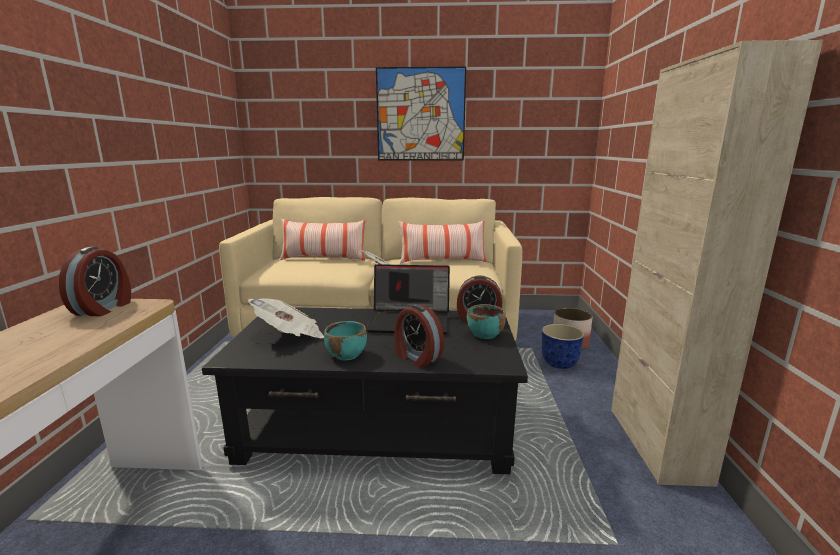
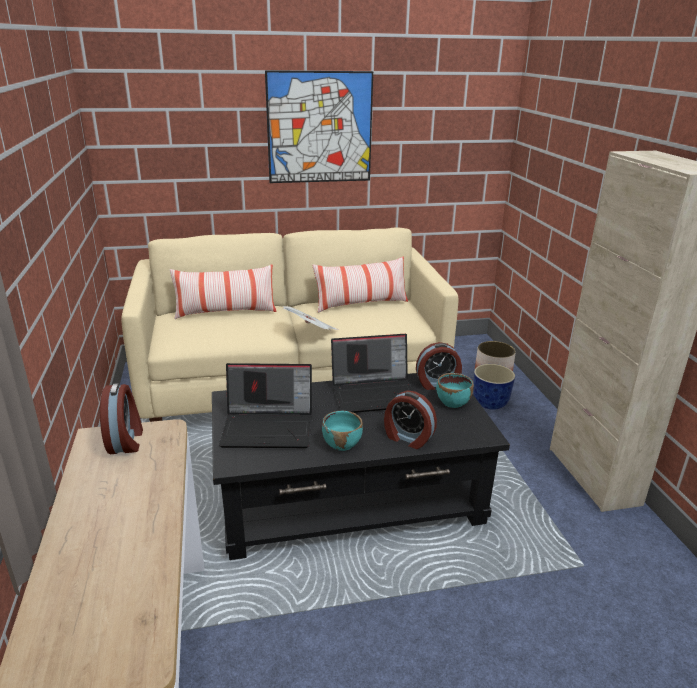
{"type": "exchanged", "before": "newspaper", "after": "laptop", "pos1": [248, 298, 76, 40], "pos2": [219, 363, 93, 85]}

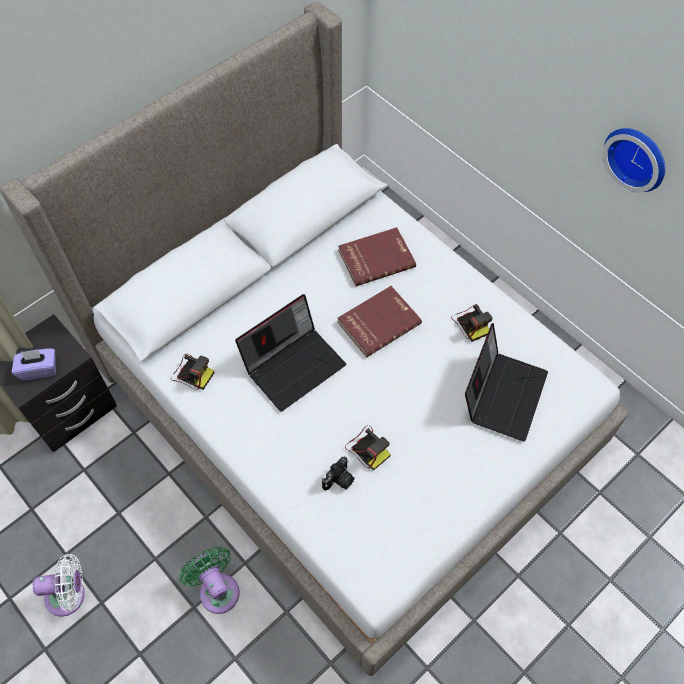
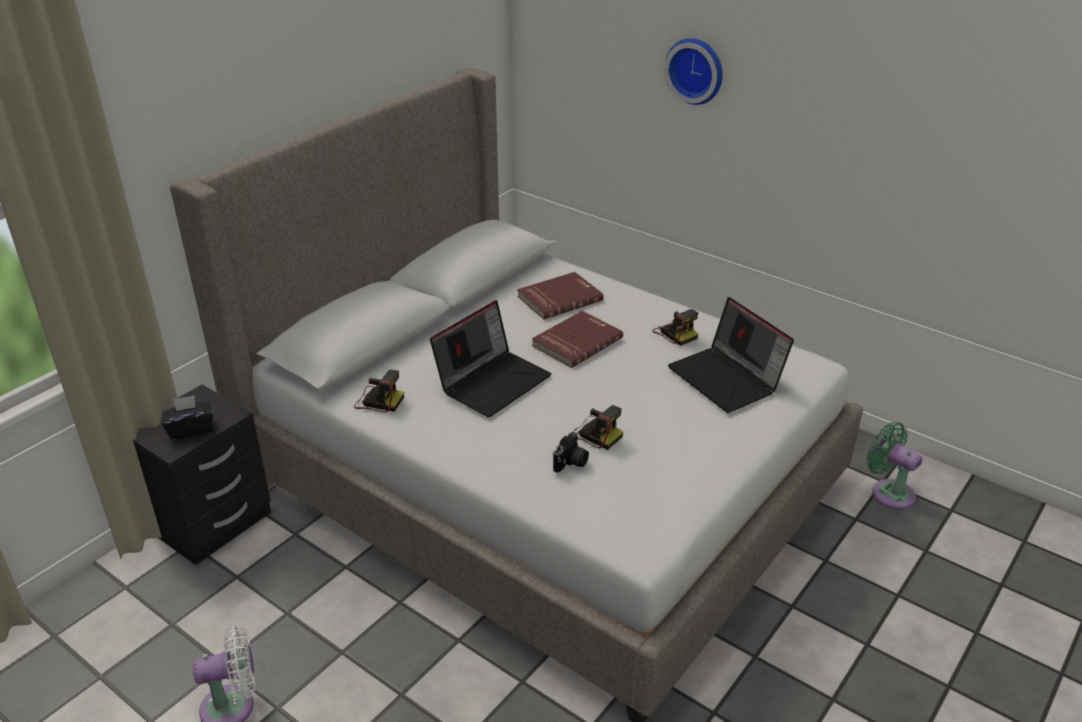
{"type": "colour", "before": "purple tissue box", "after": "black tissue box", "pos1": [12, 349, 44, 32], "pos2": [162, 395, 51, 45]}
{"type": "relocated", "before": "wall clock", "pos1": [603, 128, 62, 64], "pos2": [664, 38, 59, 67]}
{"type": "spun", "before": "laptop", "pos1": [465, 323, 83, 119], "pos2": [668, 297, 126, 116], "turn": 135}
{"type": "relocated", "before": "green fan", "pos1": [179, 546, 61, 68], "pos2": [866, 422, 56, 87]}

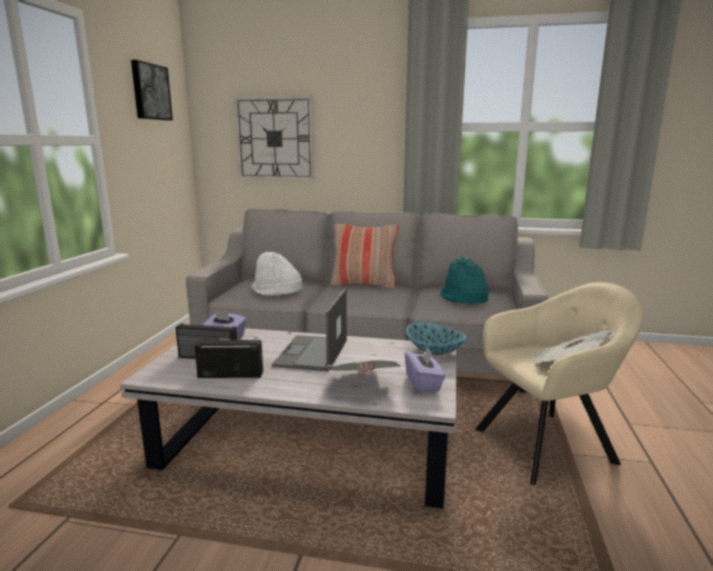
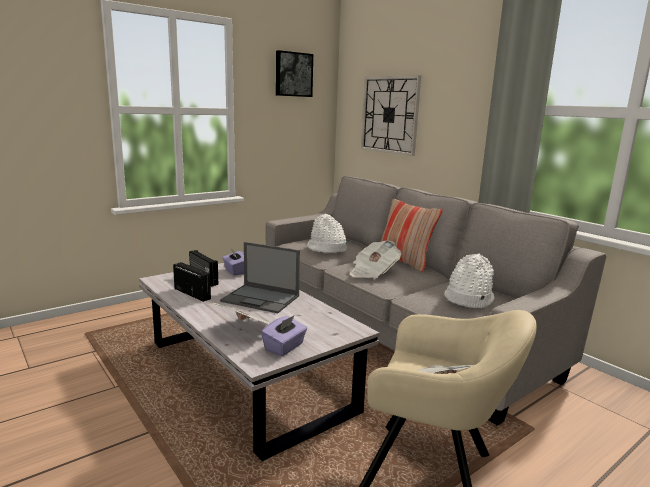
{"type": "spun", "before": "laptop", "pos1": [272, 289, 75, 83], "pos2": [220, 242, 80, 71], "turn": -120}
{"type": "appeared", "after": "newspaper", "pos2": [350, 240, 51, 39]}
{"type": "colour", "before": "turquoise hat", "after": "white hat", "pos1": [441, 256, 48, 48], "pos2": [444, 254, 50, 54]}
{"type": "missing", "before": "bowl", "pos1": [406, 322, 61, 33]}

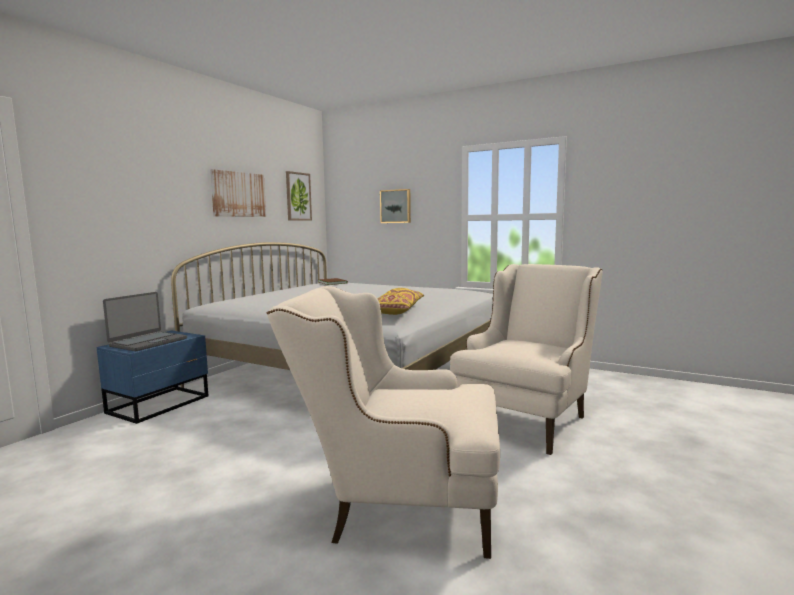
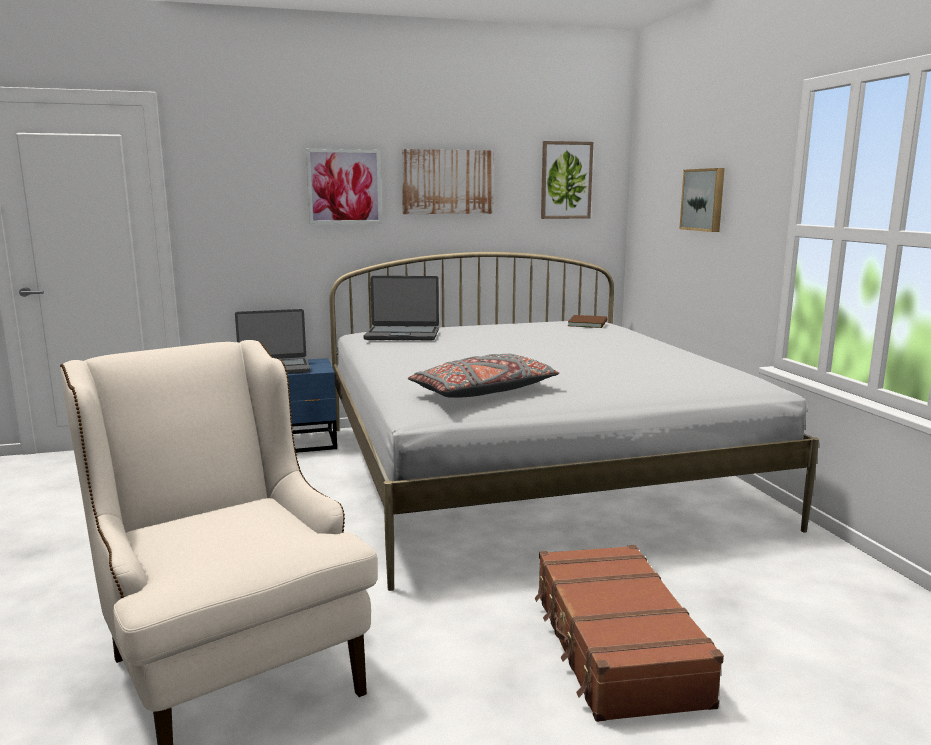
{"type": "appeared", "after": "picture", "pos2": [306, 149, 76, 75]}
{"type": "appeared", "after": "laptop", "pos2": [364, 276, 75, 64]}
{"type": "colour", "before": "yellow pillow", "after": "grey pillow", "pos1": [378, 288, 46, 27], "pos2": [408, 354, 151, 44]}
{"type": "exchanged", "before": "beige armchair", "after": "brown suitcase", "pos1": [450, 264, 153, 191], "pos2": [534, 545, 190, 177]}

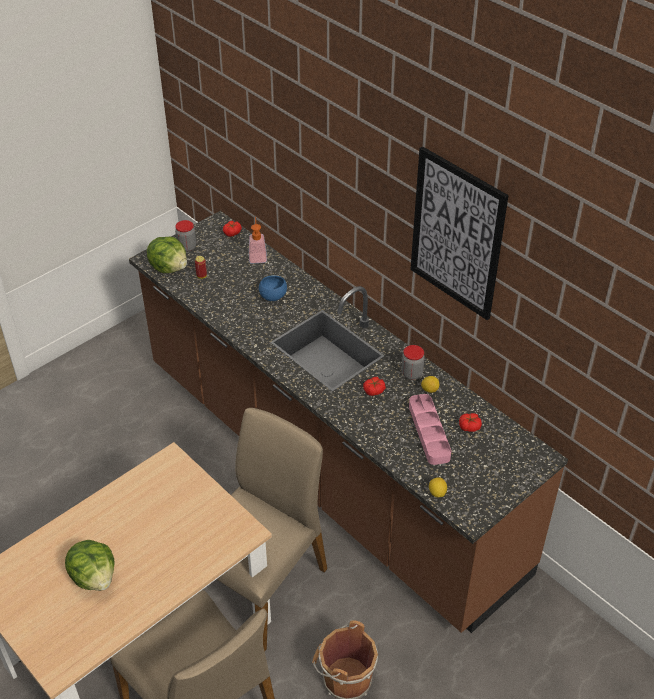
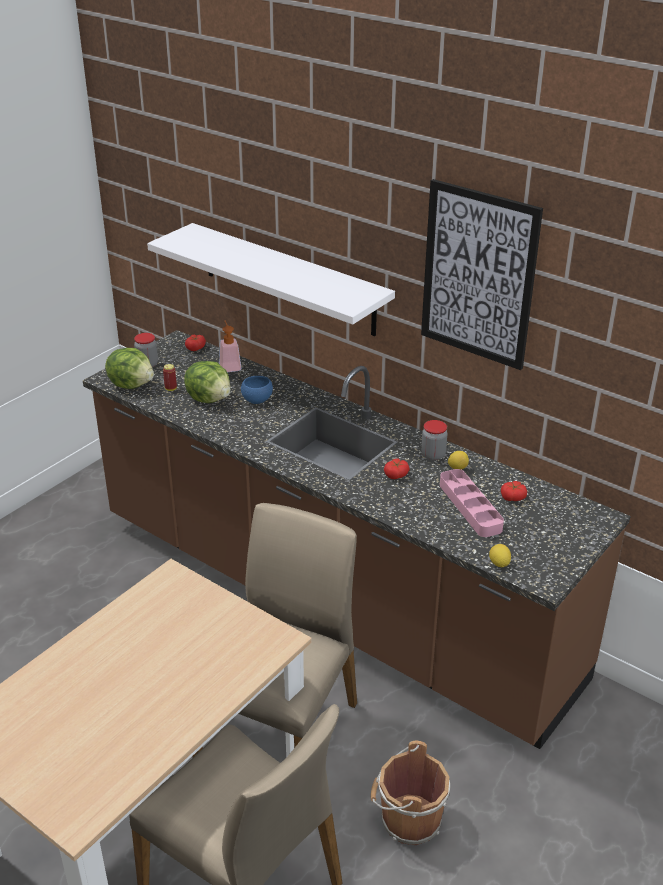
{"type": "appeared", "after": "white shelf", "pos2": [147, 223, 248, 113]}
{"type": "relocated", "before": "lettuce", "pos1": [65, 540, 50, 51], "pos2": [184, 361, 47, 42]}

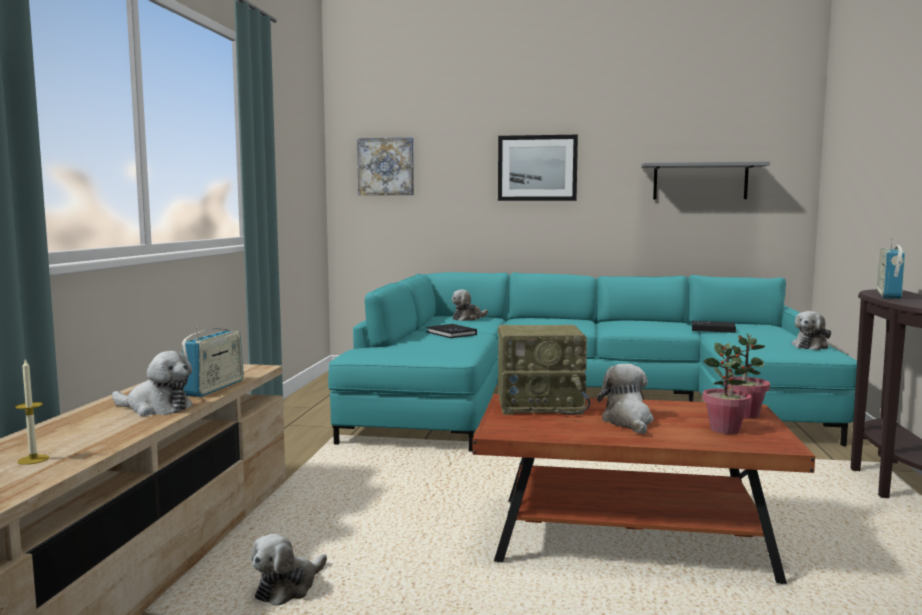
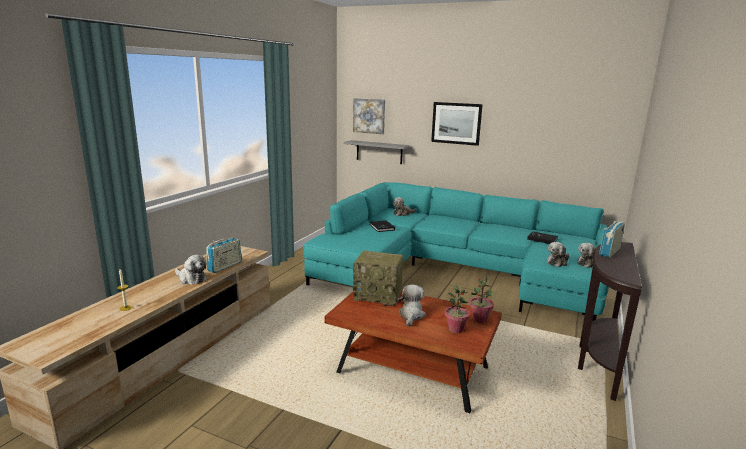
{"type": "relocated", "before": "grey shelf", "pos1": [641, 161, 129, 38], "pos2": [344, 140, 66, 24]}
{"type": "relocated", "before": "plush toy", "pos1": [251, 534, 76, 72], "pos2": [547, 242, 22, 25]}

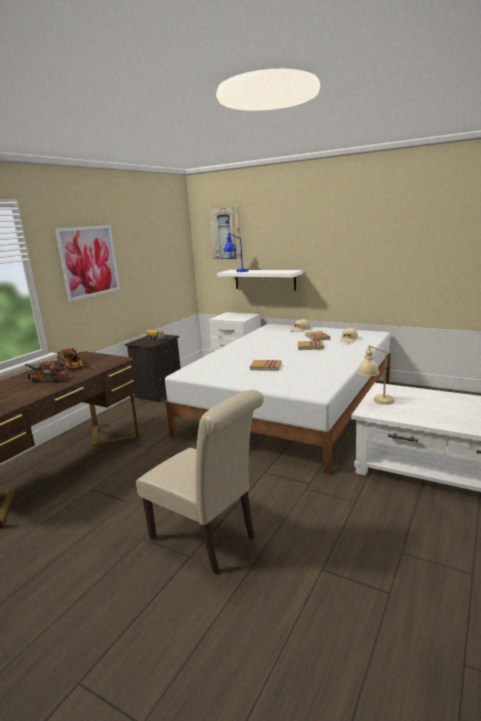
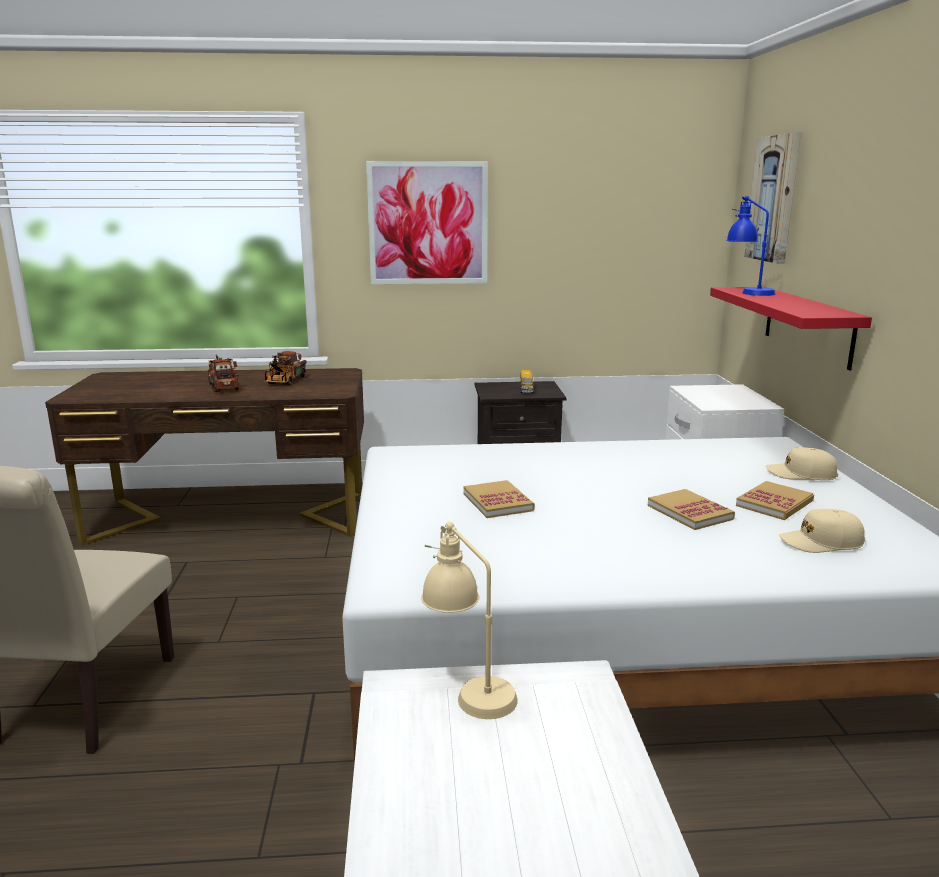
{"type": "colour", "before": "white shelf", "after": "red shelf", "pos1": [217, 270, 86, 21], "pos2": [710, 287, 162, 83]}

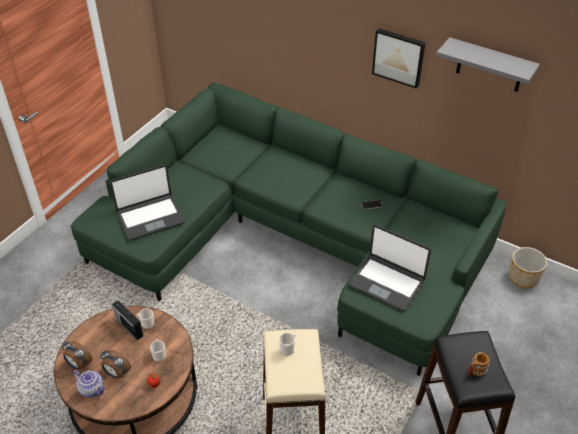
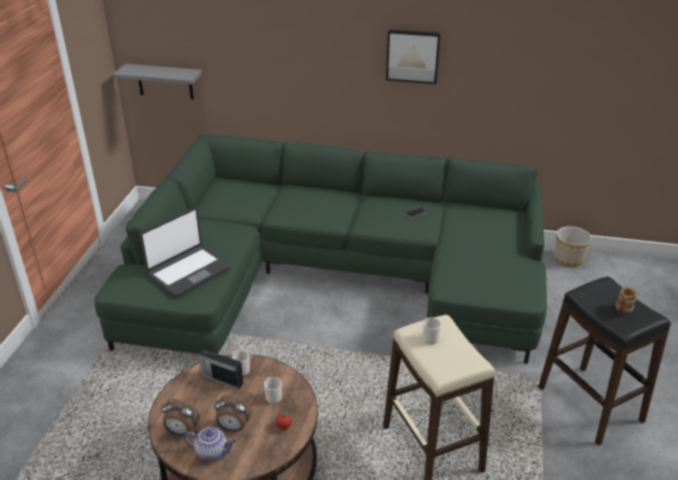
{"type": "relocated", "before": "grey shelf", "pos1": [436, 37, 104, 55], "pos2": [113, 64, 89, 35]}
{"type": "missing", "before": "laptop", "pos1": [349, 225, 82, 86]}

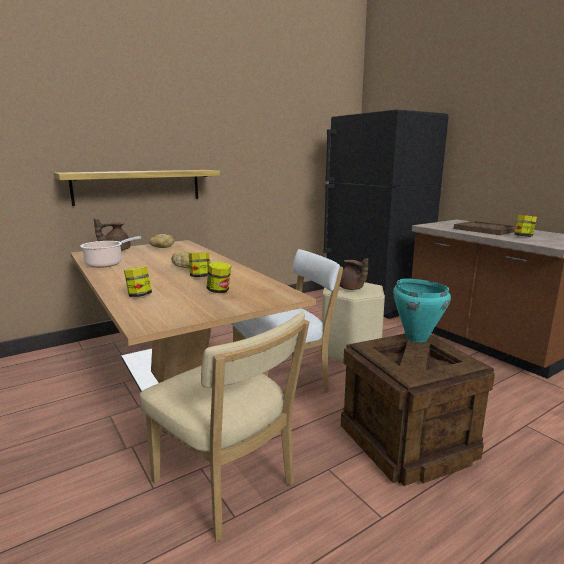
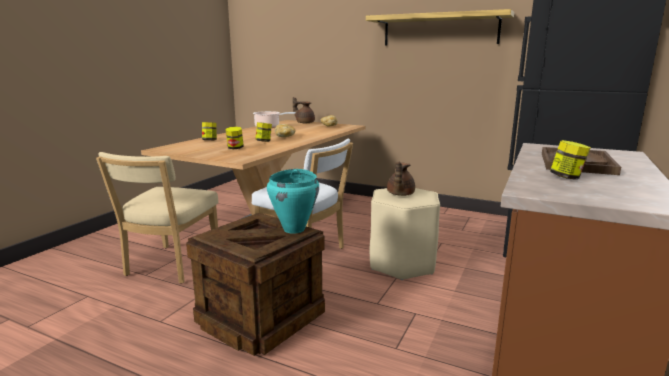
{"type": "relocated", "before": "shelf", "pos1": [54, 170, 166, 36], "pos2": [366, 9, 148, 36]}

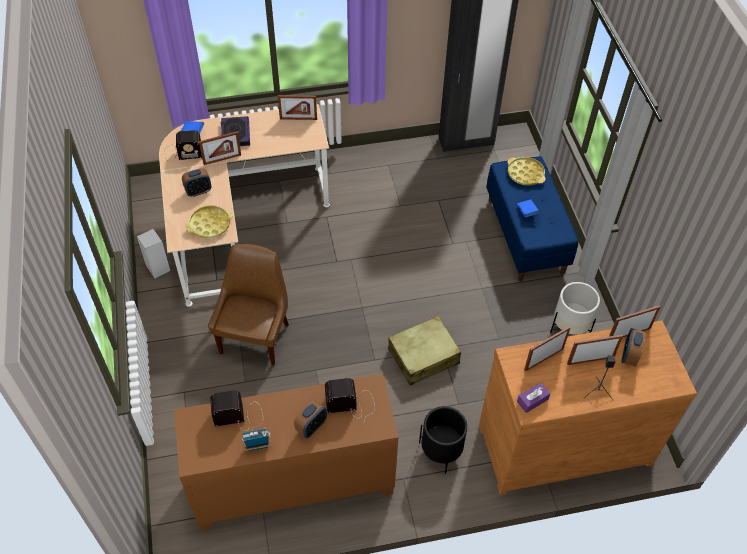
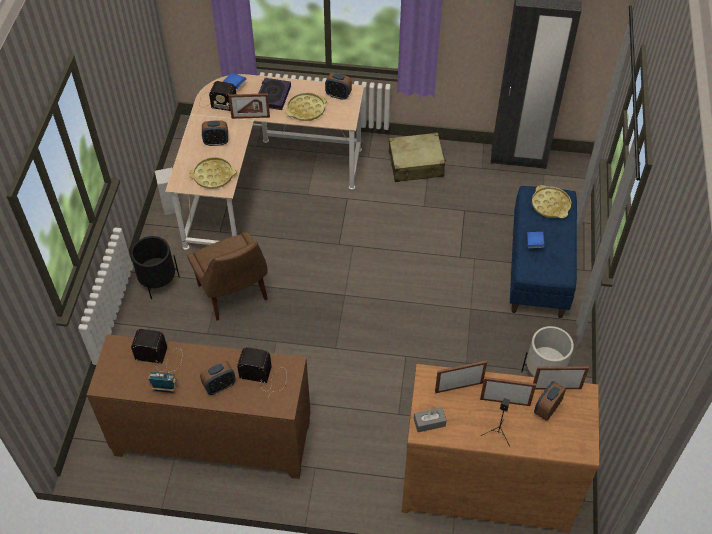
{"type": "relocated", "before": "black planter", "pos1": [419, 406, 48, 68], "pos2": [131, 236, 49, 63]}
{"type": "spun", "before": "brown chair", "pos1": [208, 244, 81, 121], "pos2": [187, 231, 81, 89], "turn": 120}
{"type": "appeared", "after": "yellow tray", "pos2": [285, 92, 42, 29]}
{"type": "exchanged", "before": "picture frame", "after": "alarm clock", "pos1": [278, 95, 39, 25], "pos2": [325, 73, 27, 27]}
{"type": "relocated", "before": "beige suitcase", "pos1": [388, 316, 73, 69], "pos2": [389, 132, 57, 50]}
{"type": "colour", "before": "purple tissue box", "after": "grey tissue box", "pos1": [517, 383, 33, 30], "pos2": [414, 407, 32, 25]}

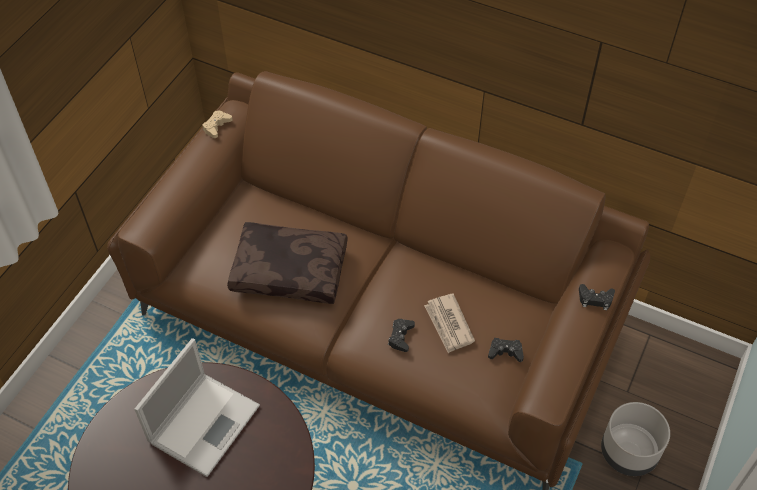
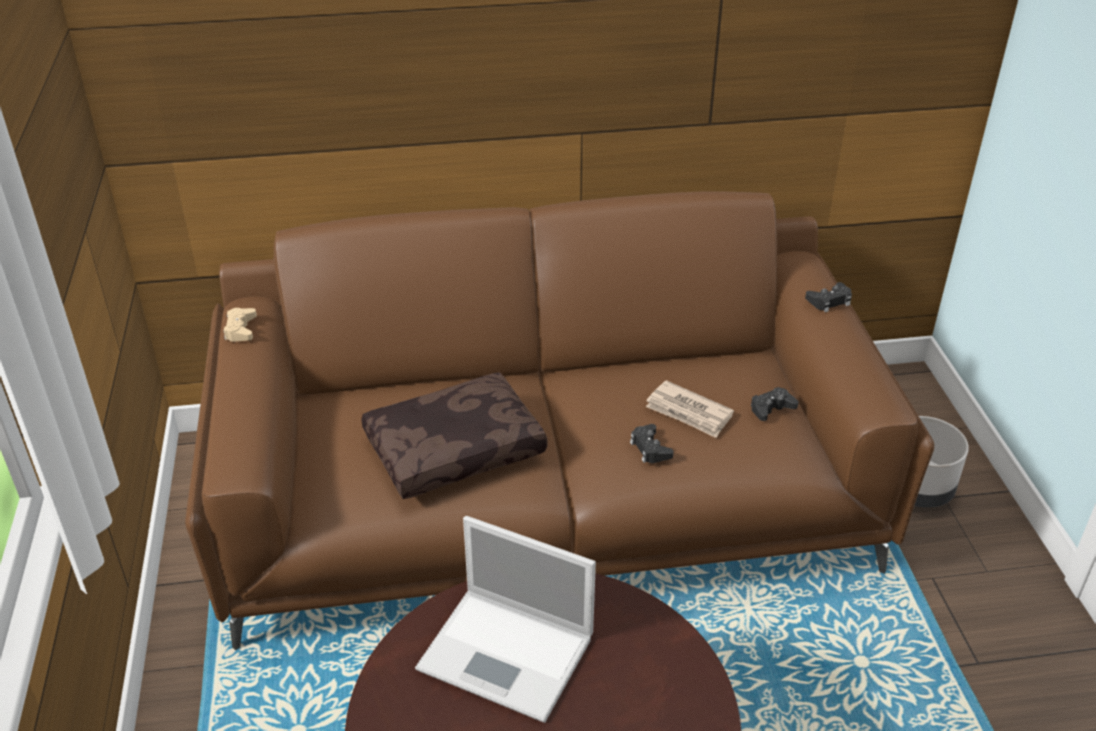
{"type": "spun", "before": "laptop", "pos1": [135, 338, 125, 139], "pos2": [415, 516, 181, 207], "turn": 120}

